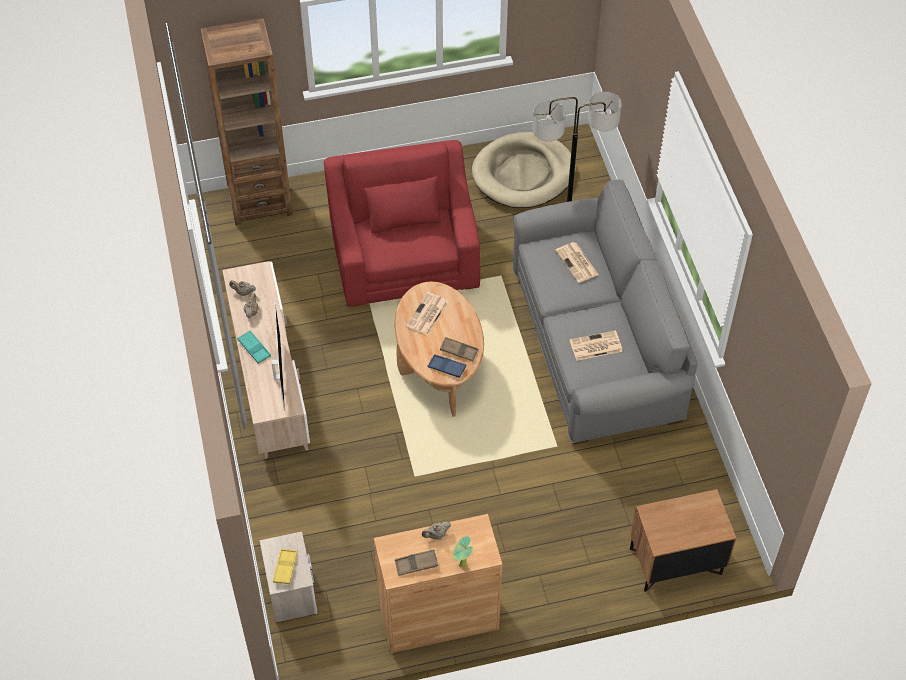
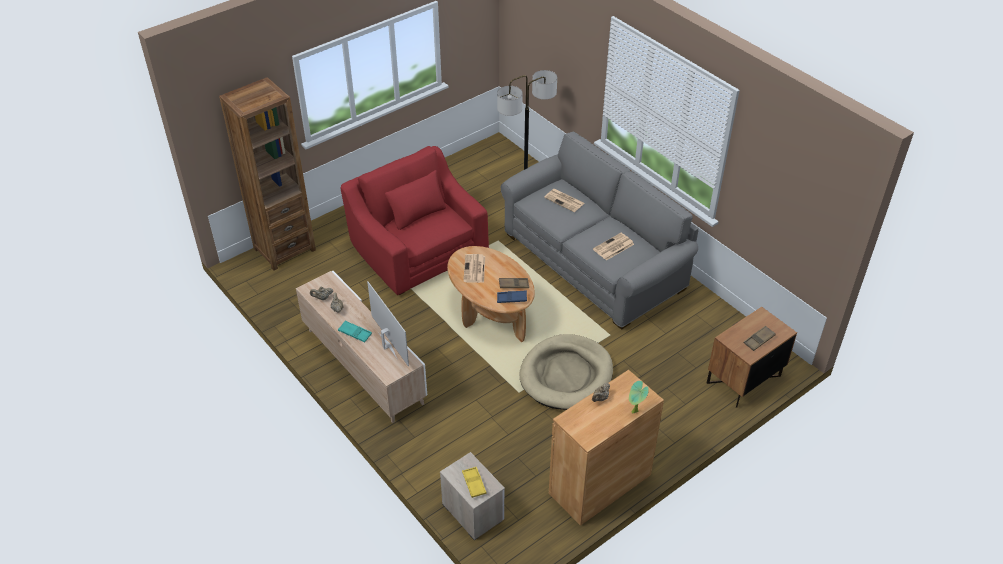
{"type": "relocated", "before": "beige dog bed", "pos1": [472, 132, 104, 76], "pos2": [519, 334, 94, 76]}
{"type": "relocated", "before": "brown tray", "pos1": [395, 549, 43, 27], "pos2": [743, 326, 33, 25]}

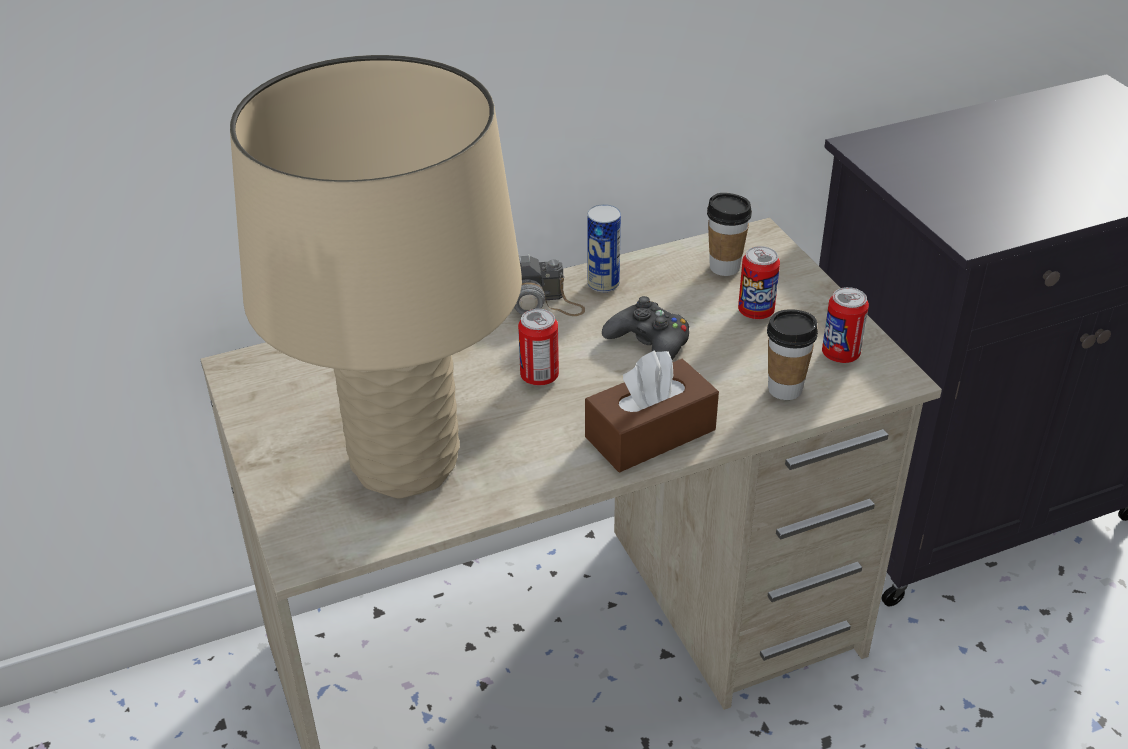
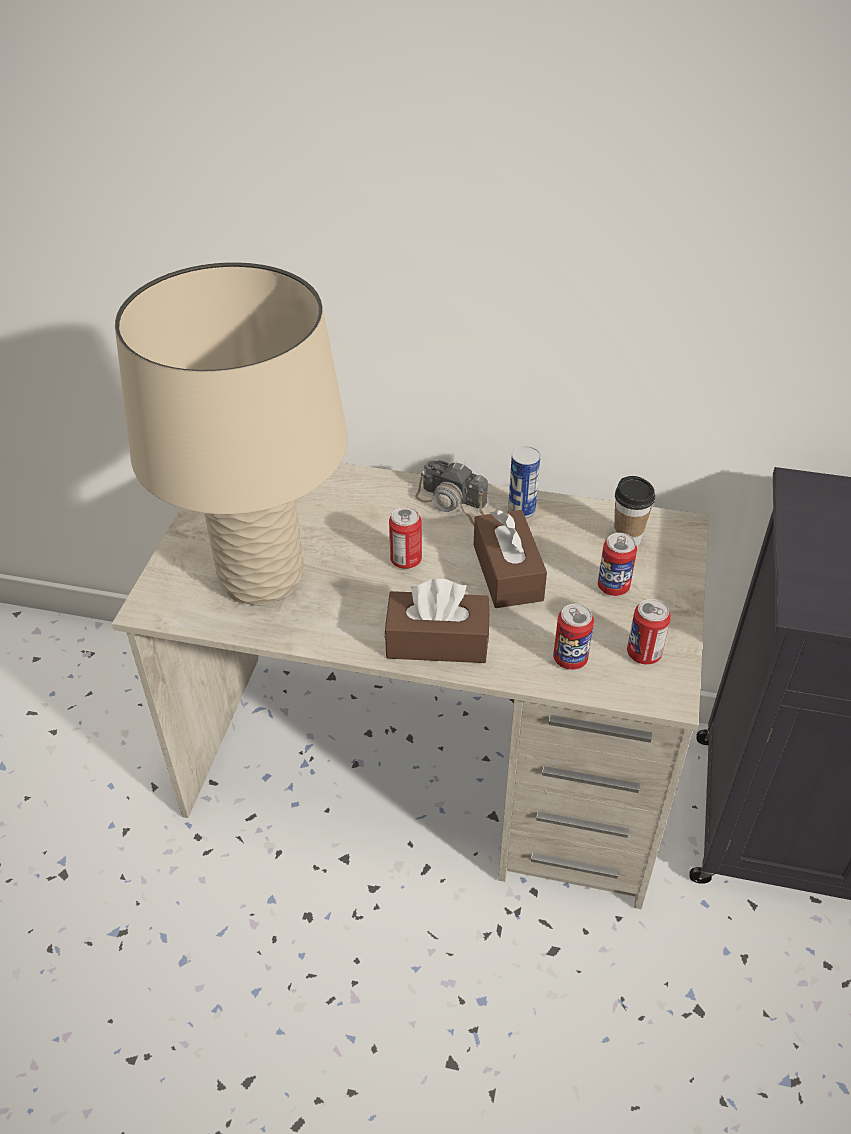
{"type": "exchanged", "before": "black game controller", "after": "brown tissue box", "pos1": [602, 296, 87, 64], "pos2": [474, 510, 73, 98]}
{"type": "exchanged", "before": "cup", "after": "can", "pos1": [767, 309, 51, 91], "pos2": [553, 603, 41, 67]}

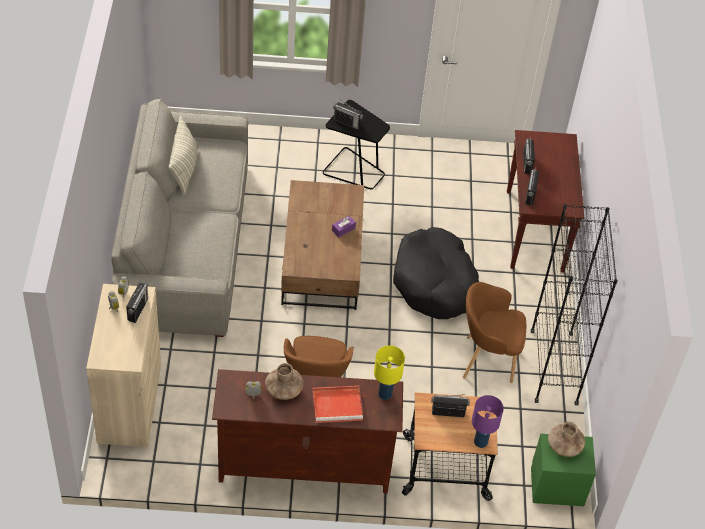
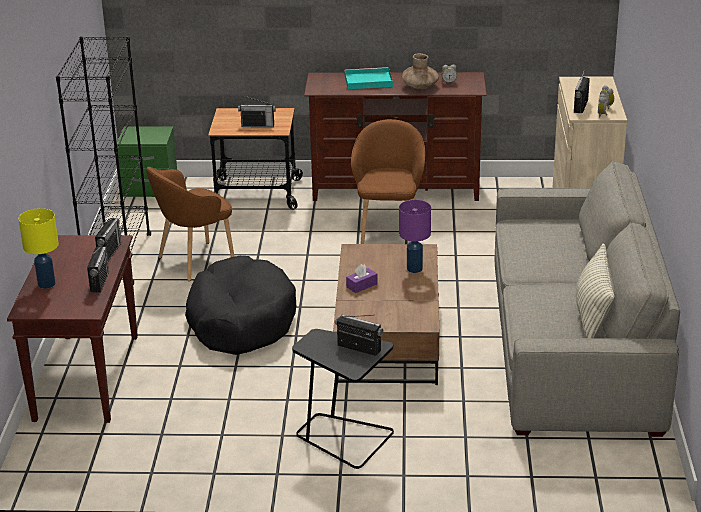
{"type": "relocated", "before": "yellow table lamp", "pos1": [374, 345, 31, 55], "pos2": [18, 208, 41, 81]}
{"type": "spun", "before": "brown armchair", "pos1": [463, 282, 63, 101], "pos2": [147, 167, 88, 114], "turn": 135}
{"type": "colour", "before": "red tray", "after": "turquoise tray", "pos1": [312, 385, 51, 38], "pos2": [344, 67, 49, 22]}
{"type": "relocated", "before": "purple table lamp", "pos1": [472, 395, 32, 53], "pos2": [399, 200, 32, 73]}
{"type": "missing", "before": "brown vase", "pos1": [548, 422, 37, 35]}

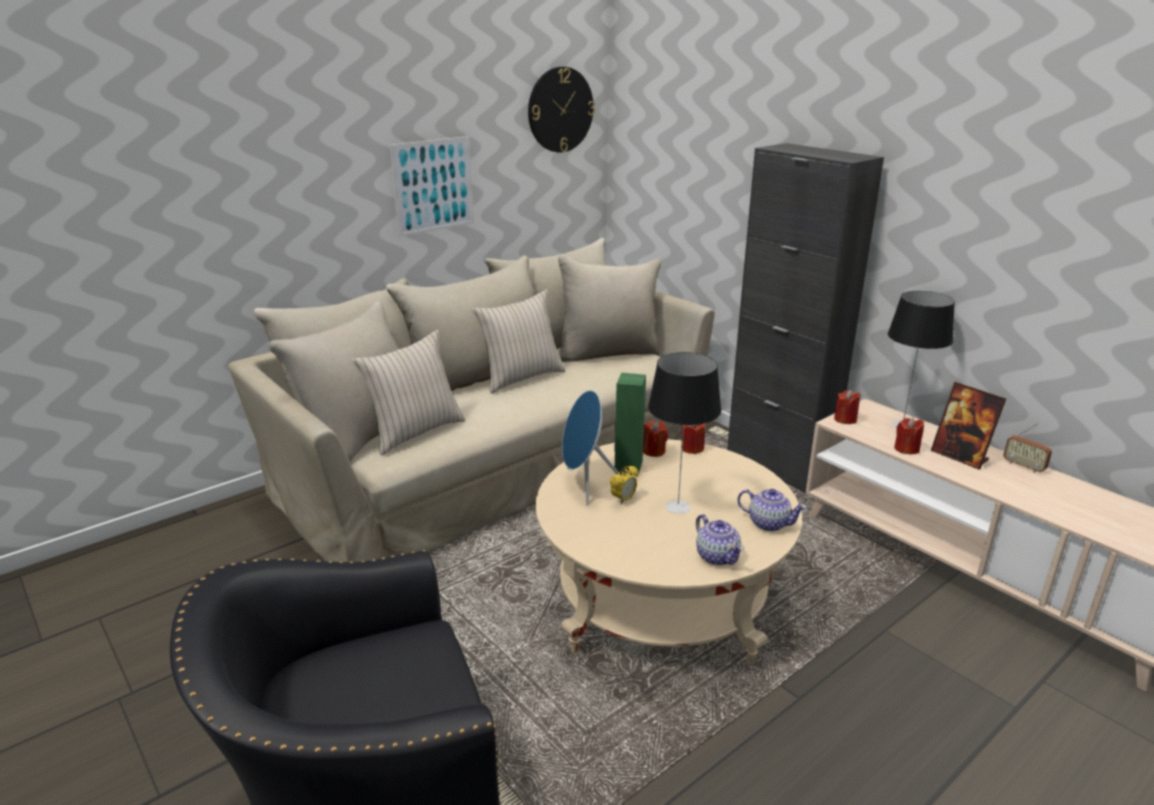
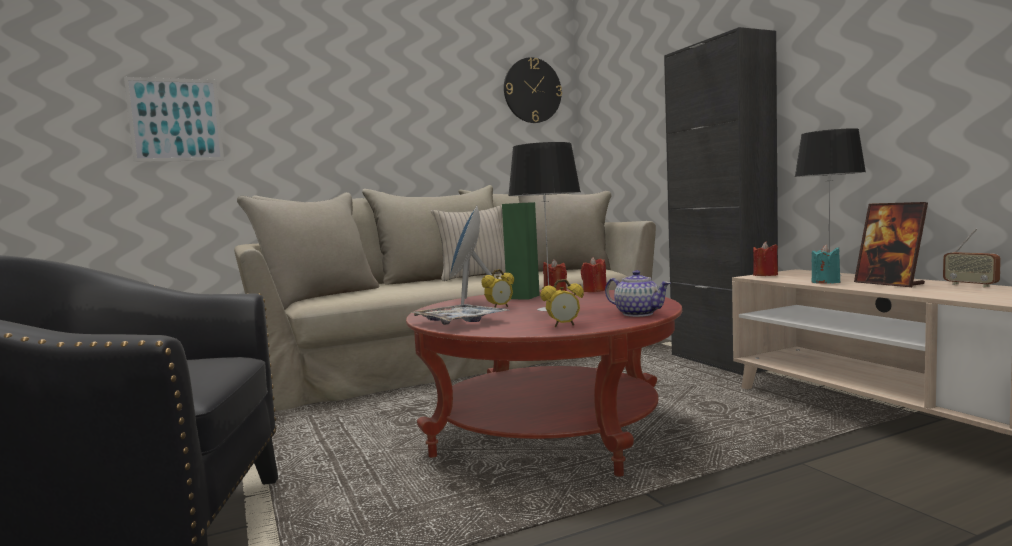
{"type": "relocated", "before": "picture", "pos1": [390, 136, 84, 101], "pos2": [124, 77, 100, 85]}
{"type": "colour", "before": "beige coffee table", "after": "red coffee table", "pos1": [536, 439, 266, 226], "pos2": [406, 289, 276, 188]}
{"type": "appeared", "after": "tray", "pos2": [409, 304, 99, 21]}
{"type": "exchanged", "before": "teapot", "after": "alarm clock", "pos1": [696, 514, 48, 51], "pos2": [540, 279, 44, 48]}
{"type": "colour", "before": "red candle", "after": "turquoise candle", "pos1": [894, 418, 30, 36], "pos2": [811, 245, 29, 39]}
{"type": "missing", "before": "beige pillow", "pos1": [351, 330, 115, 125]}

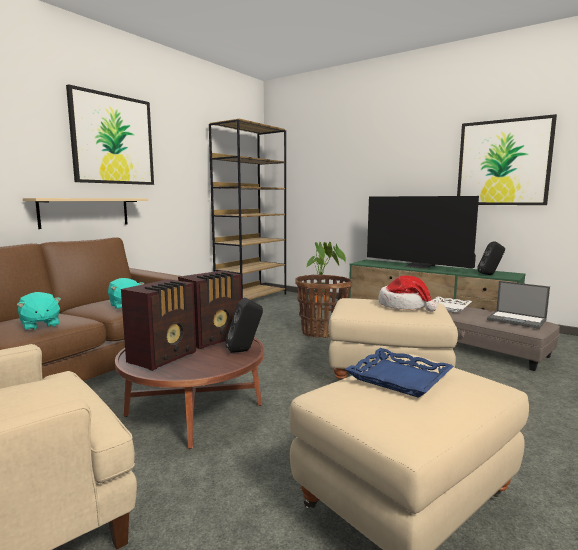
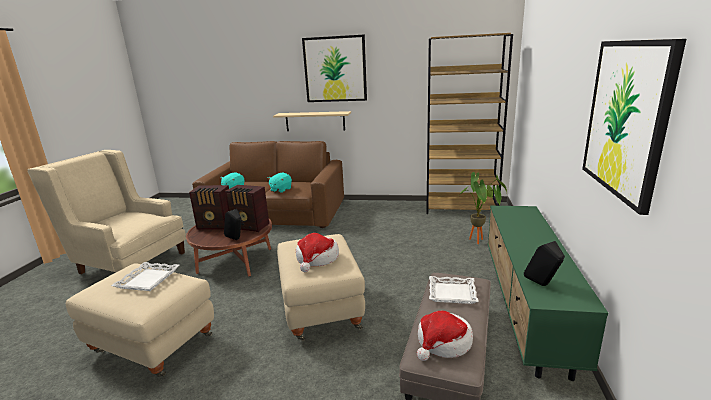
{"type": "colour", "before": "blue tray", "after": "white tray", "pos1": [345, 348, 109, 50], "pos2": [111, 262, 68, 29]}
{"type": "exchanged", "before": "laptop", "after": "hat", "pos1": [487, 281, 63, 48], "pos2": [417, 311, 56, 50]}
{"type": "missing", "before": "basket", "pos1": [295, 275, 57, 63]}
{"type": "missing", "before": "television", "pos1": [367, 196, 112, 73]}

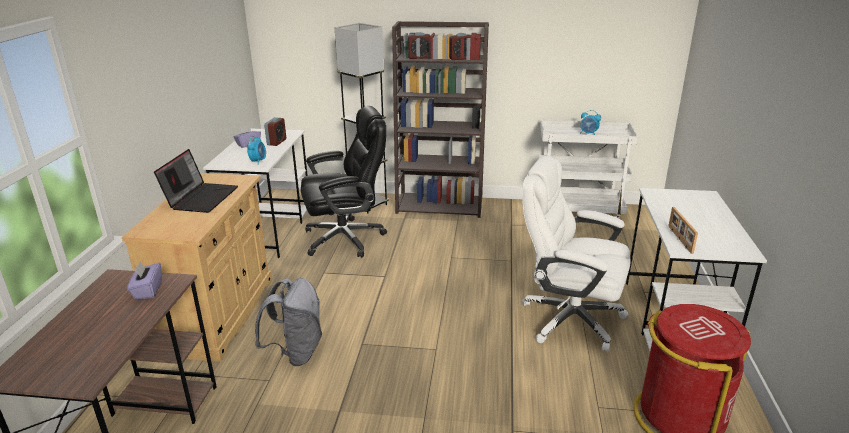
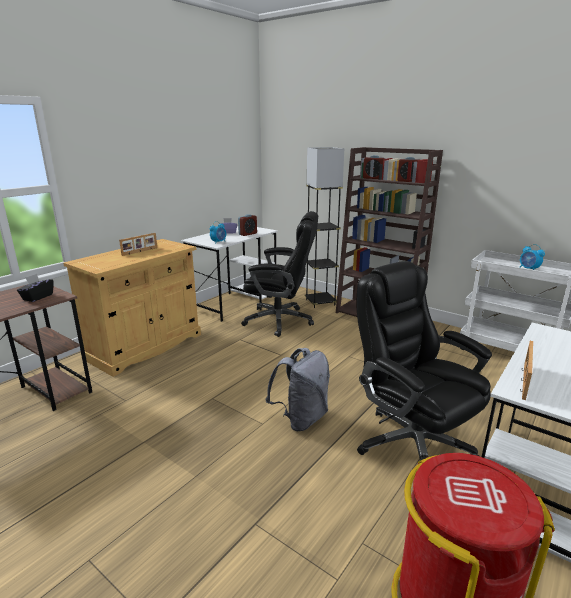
{"type": "colour", "before": "purple tissue box", "after": "black tissue box", "pos1": [127, 261, 35, 38], "pos2": [17, 274, 37, 28]}
{"type": "exchanged", "before": "laptop", "after": "picture frame", "pos1": [154, 149, 84, 64], "pos2": [119, 233, 38, 23]}
{"type": "relocated", "before": "grey backpack", "pos1": [255, 278, 67, 89], "pos2": [265, 348, 65, 83]}
{"type": "colour", "before": "white office chair", "after": "black office chair", "pos1": [522, 156, 109, 196], "pos2": [357, 261, 135, 200]}

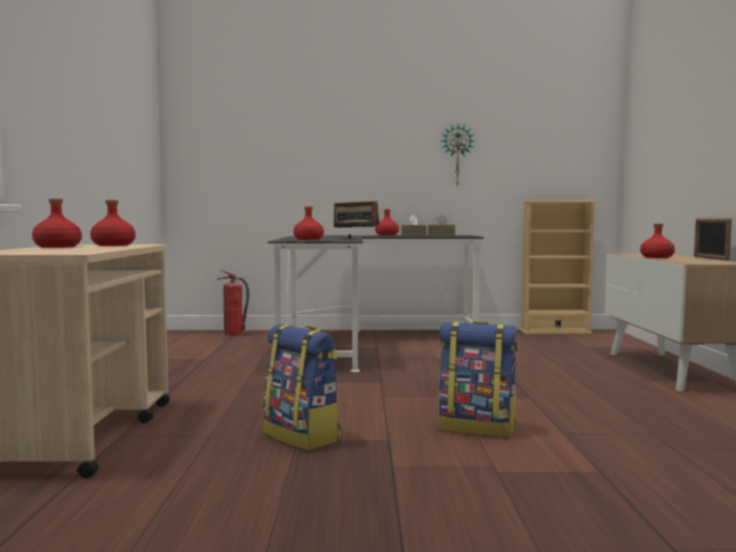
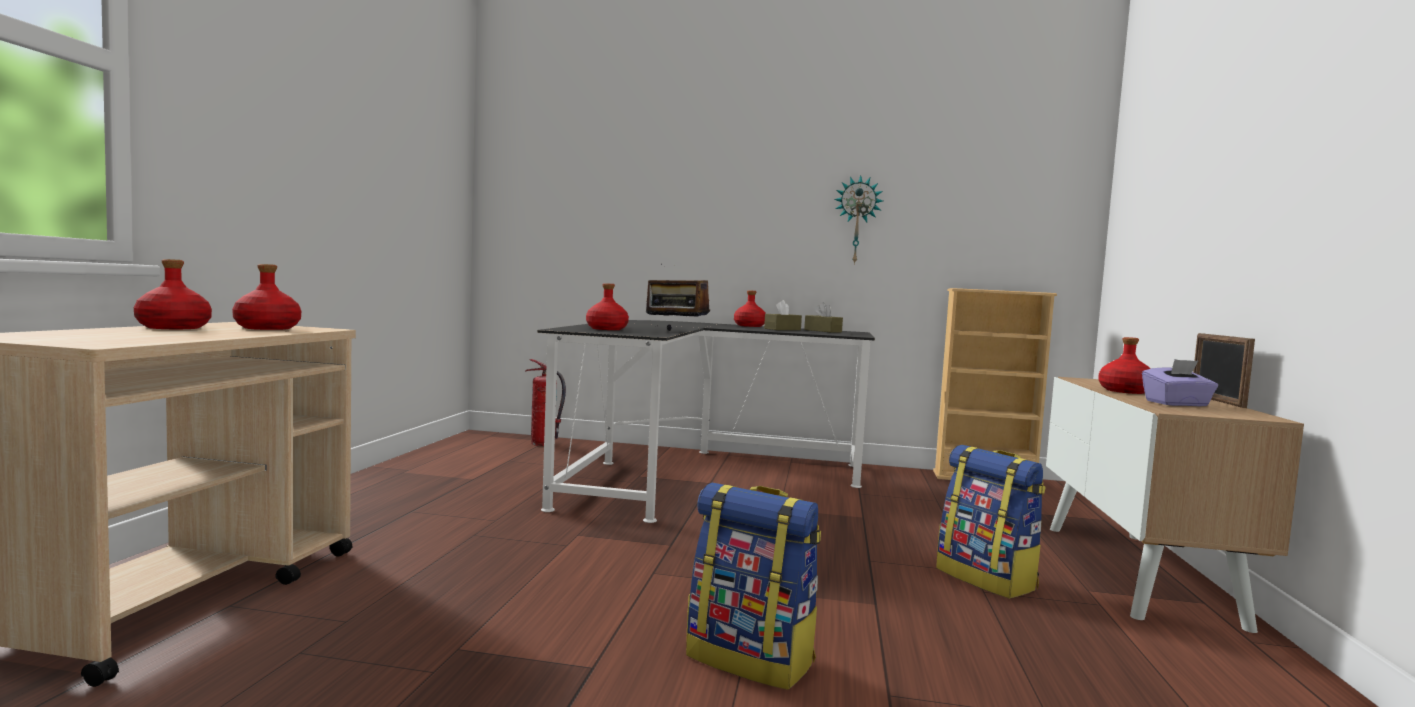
{"type": "relocated", "before": "backpack", "pos1": [263, 324, 78, 126], "pos2": [936, 445, 110, 154]}
{"type": "appeared", "after": "purple tissue box", "pos2": [1142, 359, 76, 48]}

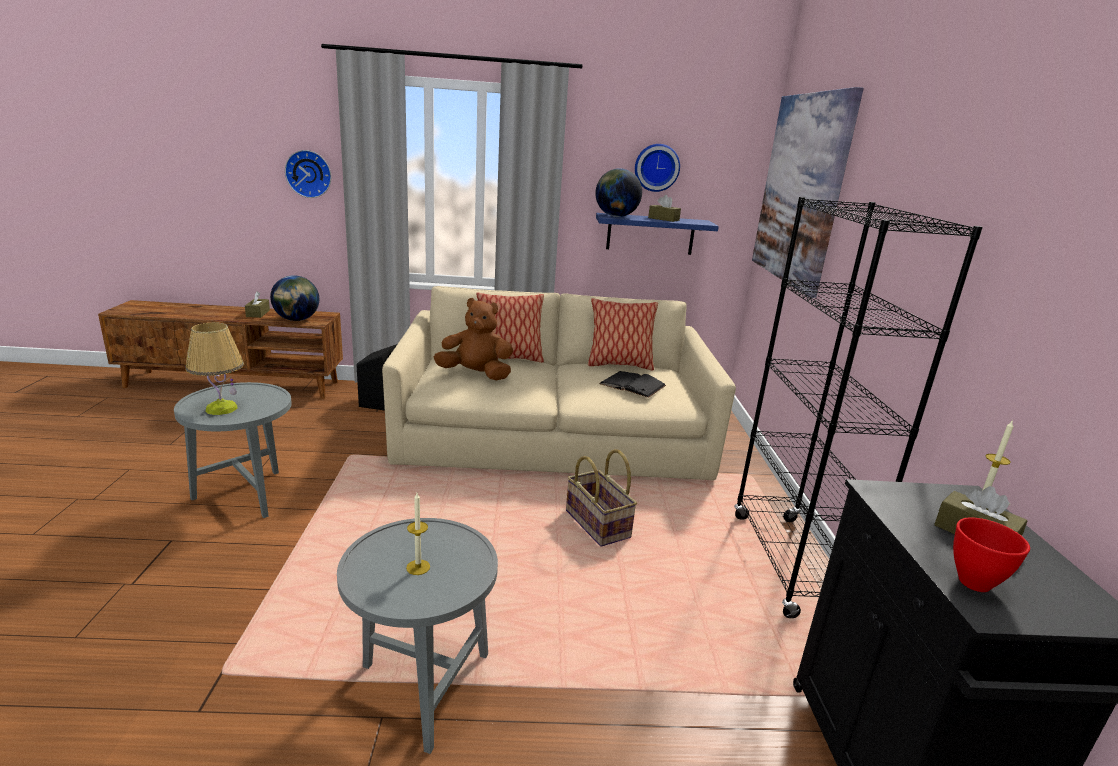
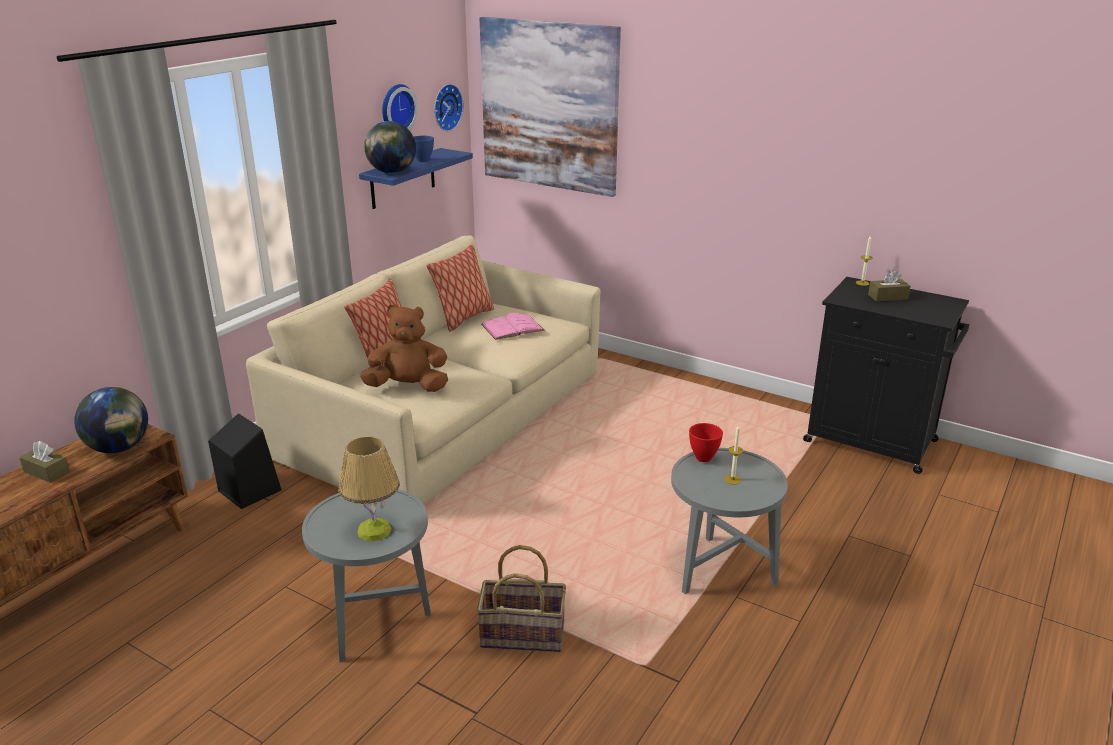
{"type": "spun", "before": "brown plush toy", "pos1": [434, 298, 79, 82], "pos2": [360, 304, 88, 88], "turn": 45}
{"type": "exchanged", "before": "brown tissue box", "after": "blue bowl", "pos1": [648, 195, 33, 27], "pos2": [414, 136, 20, 26]}
{"type": "relocated", "before": "wall clock", "pos1": [285, 150, 46, 48], "pos2": [434, 84, 29, 47]}
{"type": "relocated", "before": "basket", "pos1": [566, 449, 71, 97], "pos2": [477, 545, 89, 107]}
{"type": "colour", "before": "black book", "after": "pink book", "pos1": [599, 371, 67, 27], "pos2": [481, 313, 64, 27]}
{"type": "relocated", "before": "red bowl", "pos1": [953, 517, 77, 75], "pos2": [689, 423, 34, 39]}
{"type": "missing", "before": "black bookcase", "pos1": [734, 197, 249, 421]}

